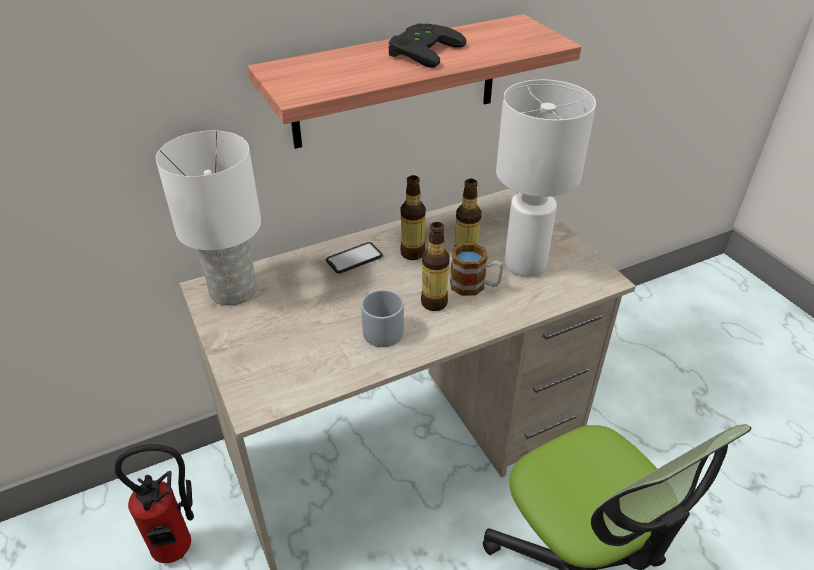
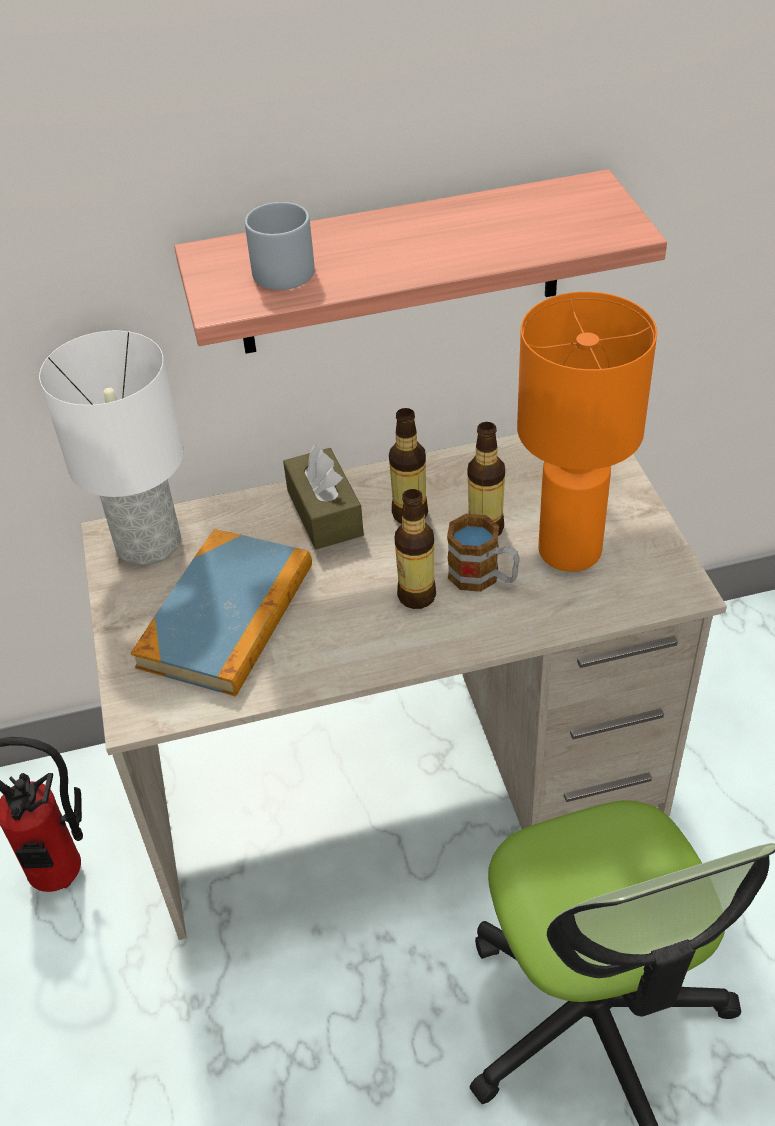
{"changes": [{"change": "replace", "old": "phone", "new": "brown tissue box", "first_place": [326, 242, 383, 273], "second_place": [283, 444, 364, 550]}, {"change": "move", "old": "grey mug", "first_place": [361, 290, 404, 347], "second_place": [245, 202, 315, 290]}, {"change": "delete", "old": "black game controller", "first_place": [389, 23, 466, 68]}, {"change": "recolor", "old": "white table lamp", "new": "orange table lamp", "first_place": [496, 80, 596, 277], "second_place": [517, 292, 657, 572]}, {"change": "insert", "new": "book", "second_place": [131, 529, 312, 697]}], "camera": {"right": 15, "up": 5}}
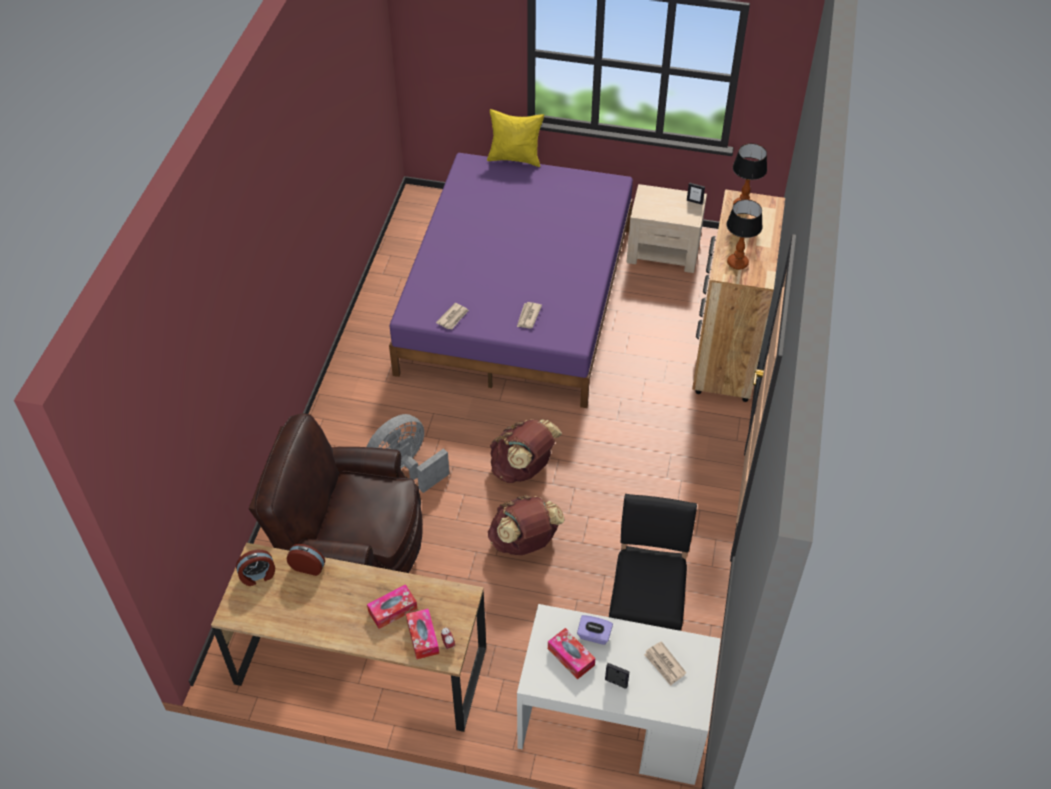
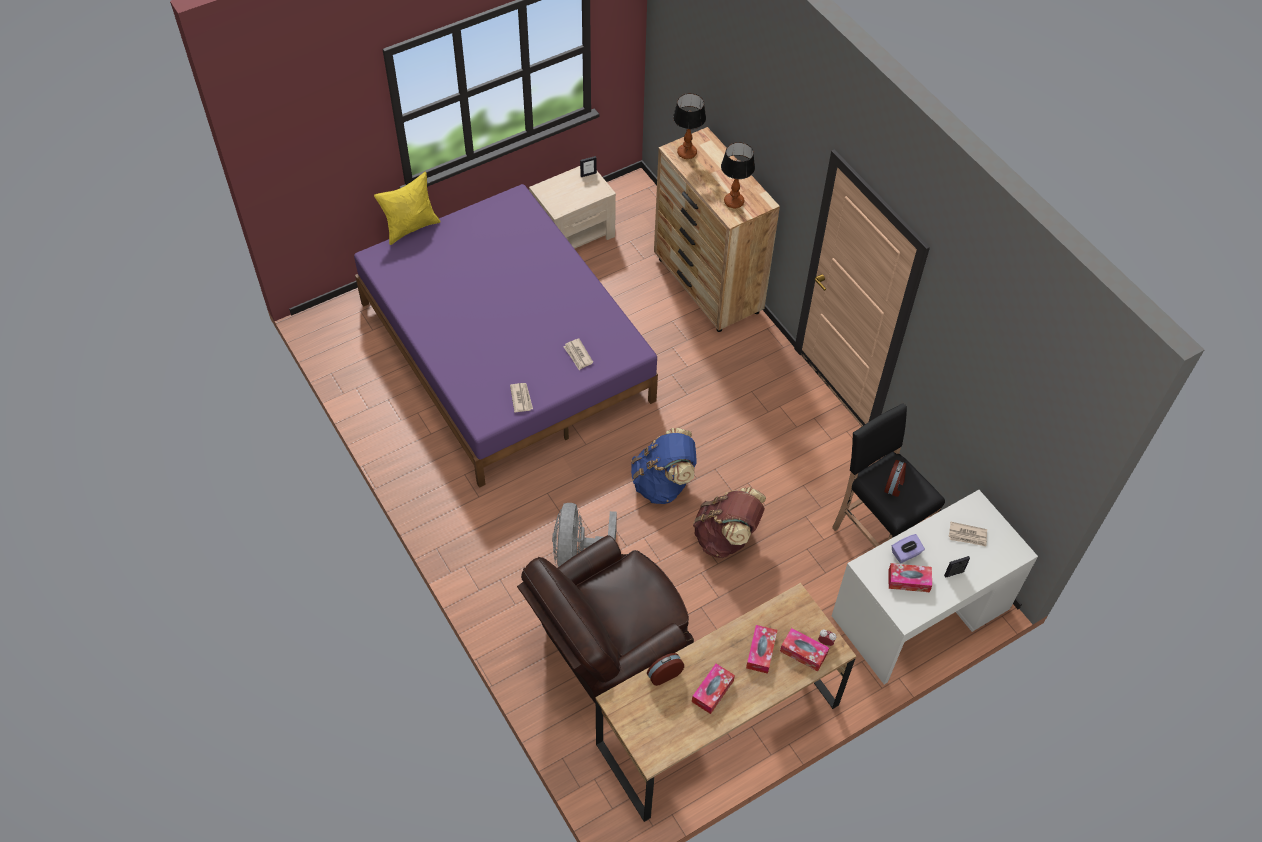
{"changes": [{"change": "move", "old": "alarm clock", "first_place": [236, 550, 275, 586], "second_place": [884, 460, 906, 497]}, {"change": "recolor", "old": "brown backpack", "new": "blue backpack", "first_place": [490, 419, 562, 483], "second_place": [631, 428, 697, 504]}, {"change": "insert", "new": "tissue box", "second_place": [692, 664, 735, 714]}], "camera": {"right": -45, "up": 5}}
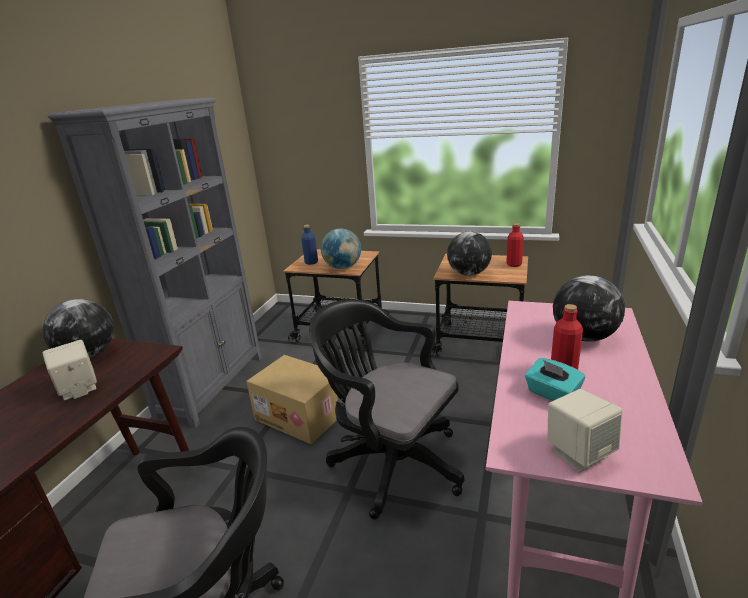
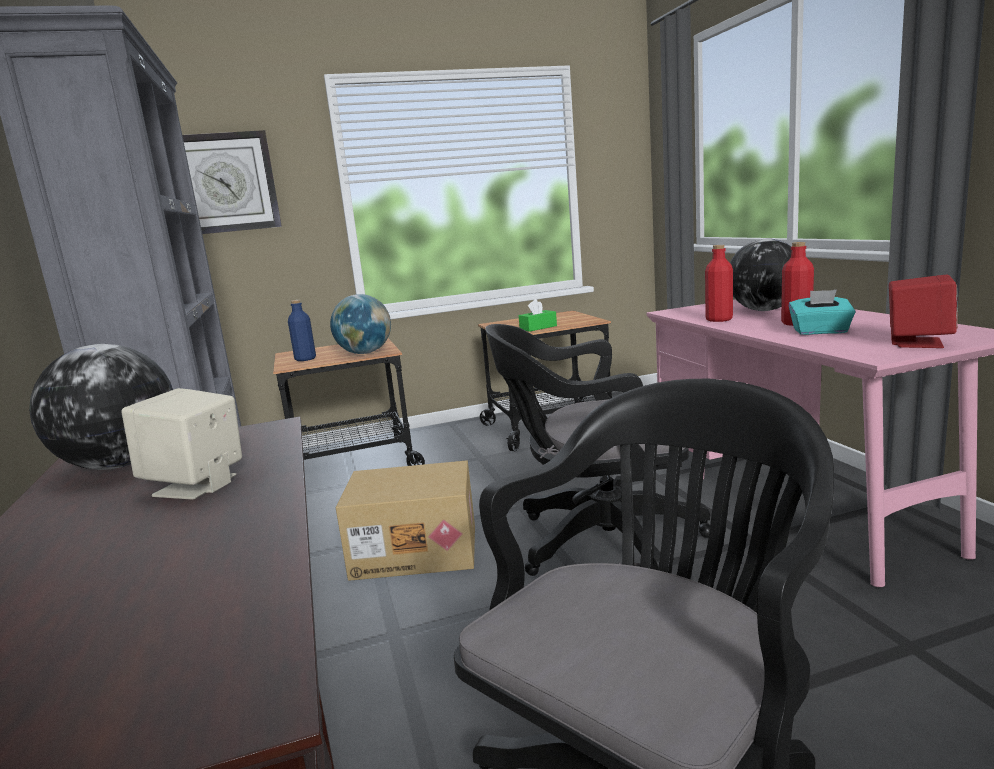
{"changes": [{"change": "replace", "old": "globe", "new": "green tissue box", "first_place": [447, 232, 492, 276], "second_place": [519, 299, 557, 332]}, {"change": "move", "old": "red bottle", "first_place": [506, 223, 524, 267], "second_place": [705, 245, 733, 322]}, {"change": "recolor", "old": "beige speaker", "new": "red speaker", "first_place": [547, 389, 623, 473], "second_place": [889, 275, 958, 348]}, {"change": "insert", "new": "wall clock", "second_place": [182, 130, 282, 234]}], "camera": {"right": -35, "up": -10}}
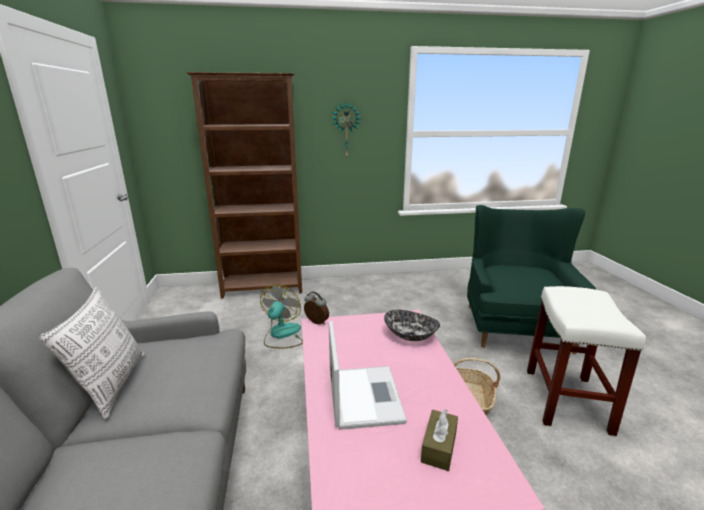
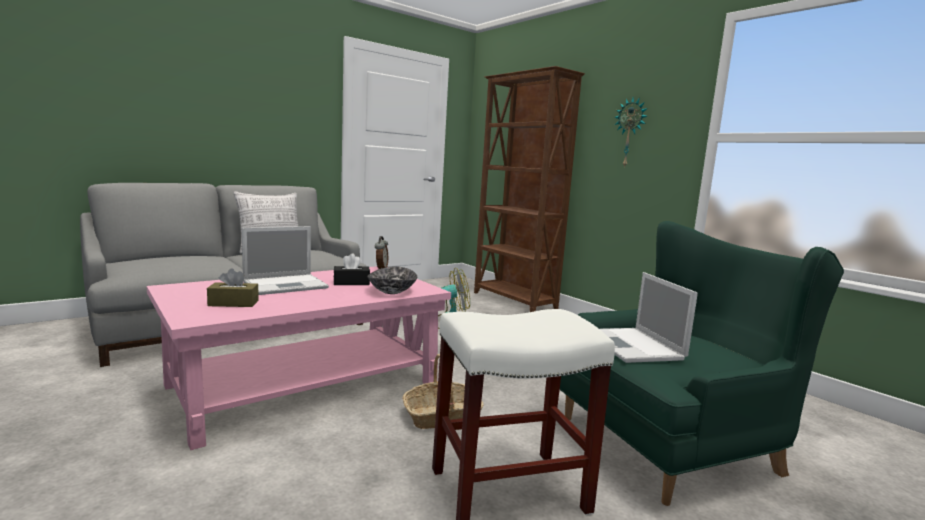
{"changes": [{"change": "insert", "new": "black tissue box", "second_place": [333, 253, 370, 285]}, {"change": "insert", "new": "laptop", "second_place": [600, 272, 698, 363]}], "camera": {"right": 60, "up": -10}}
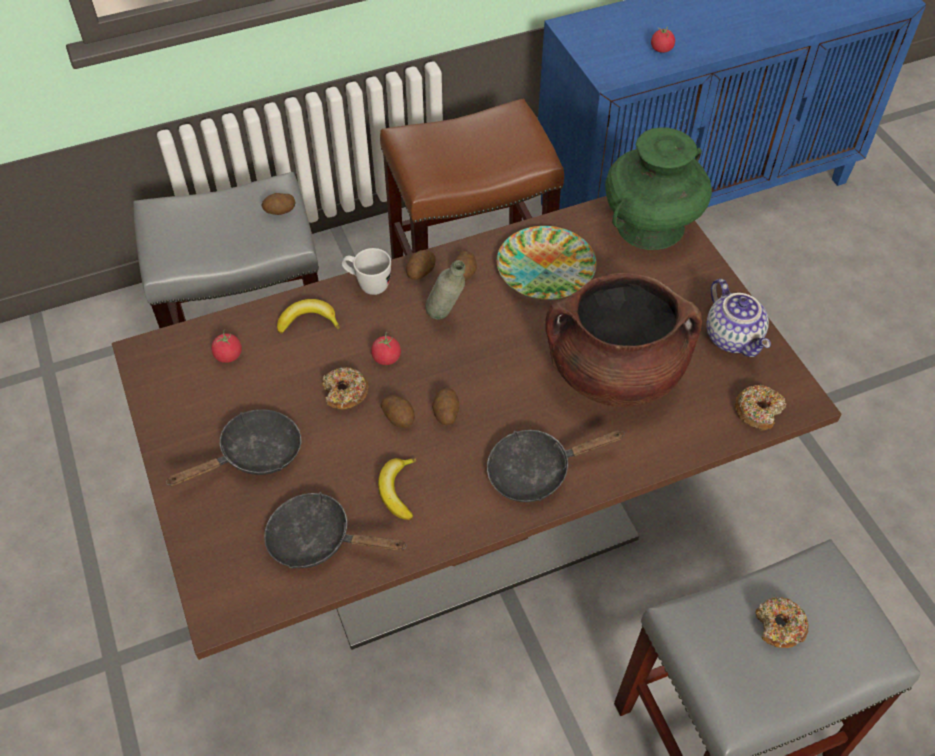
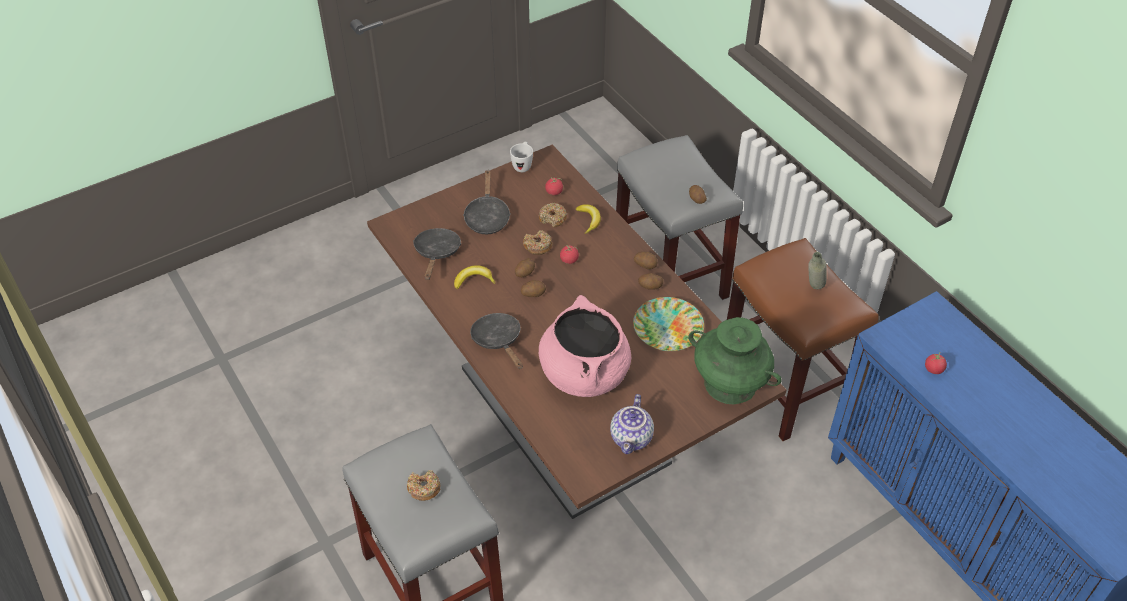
{"changes": [{"change": "rotate", "old": "black frying pan", "first_place": [166, 409, 301, 486], "second_place": [463, 170, 511, 234], "degrees": 45}, {"change": "move", "old": "white mug", "first_place": [342, 248, 391, 295], "second_place": [510, 142, 533, 172]}, {"change": "move", "old": "grey bottle", "first_place": [425, 260, 465, 319], "second_place": [808, 252, 827, 289]}, {"change": "recolor", "old": "brown cooking pot", "new": "pink cooking pot", "first_place": [545, 273, 702, 407], "second_place": [539, 295, 631, 397]}, {"change": "rotate", "old": "teapot", "first_place": [706, 279, 771, 357], "second_place": [610, 394, 654, 454], "degrees": -45}, {"change": "move", "old": "donut", "first_place": [735, 385, 786, 431], "second_place": [539, 203, 567, 227]}], "camera": {"right": 80, "up": -5}}
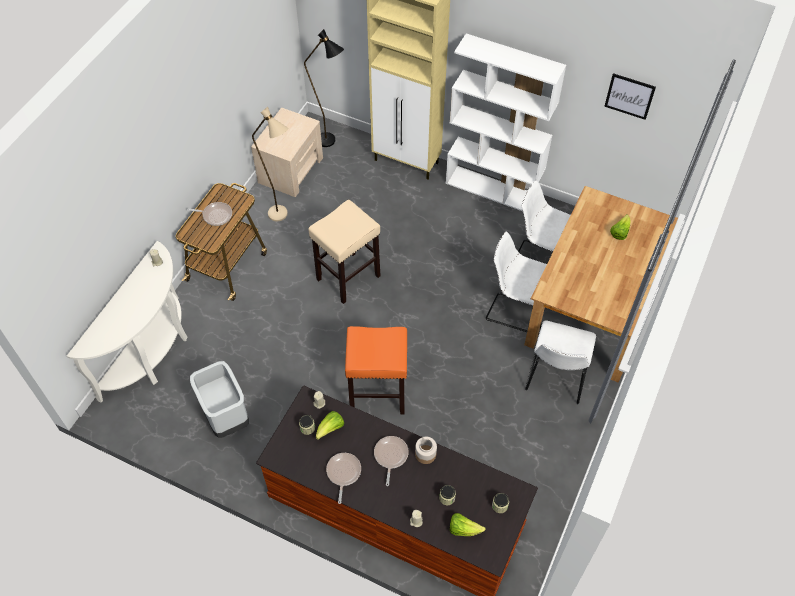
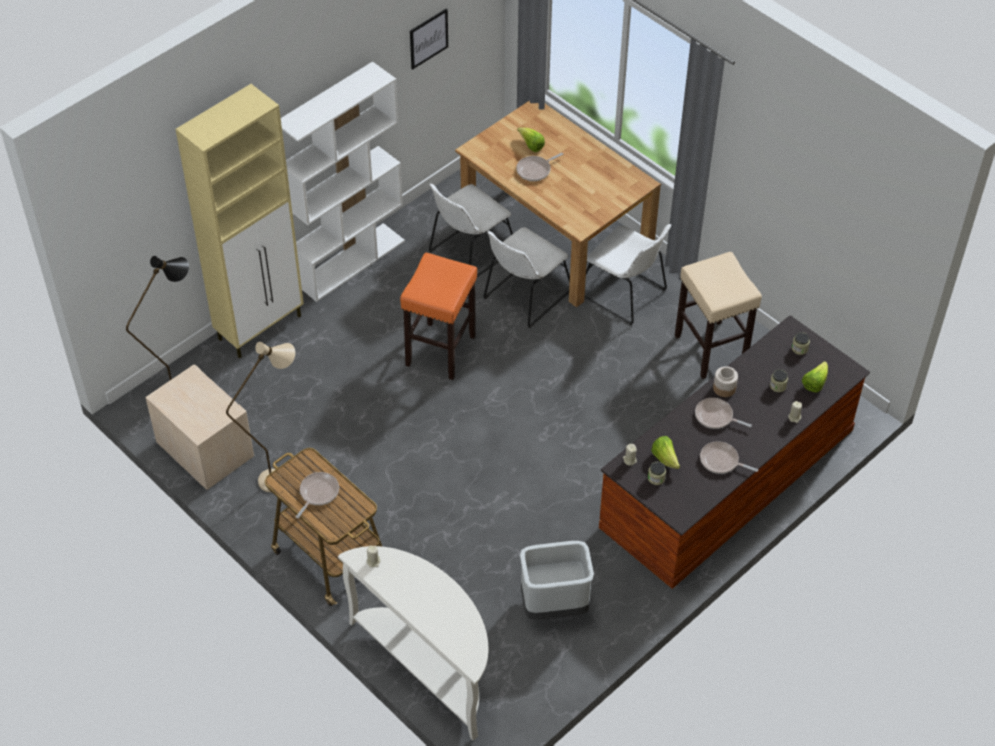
{"changes": [{"change": "move", "old": "beige stool", "first_place": [308, 200, 381, 304], "second_place": [675, 252, 762, 379]}, {"change": "move", "old": "orange stool", "first_place": [345, 326, 407, 415], "second_place": [400, 253, 477, 380]}, {"change": "insert", "new": "frying pan", "second_place": [516, 153, 563, 181]}], "camera": {"right": -70, "up": -5}}
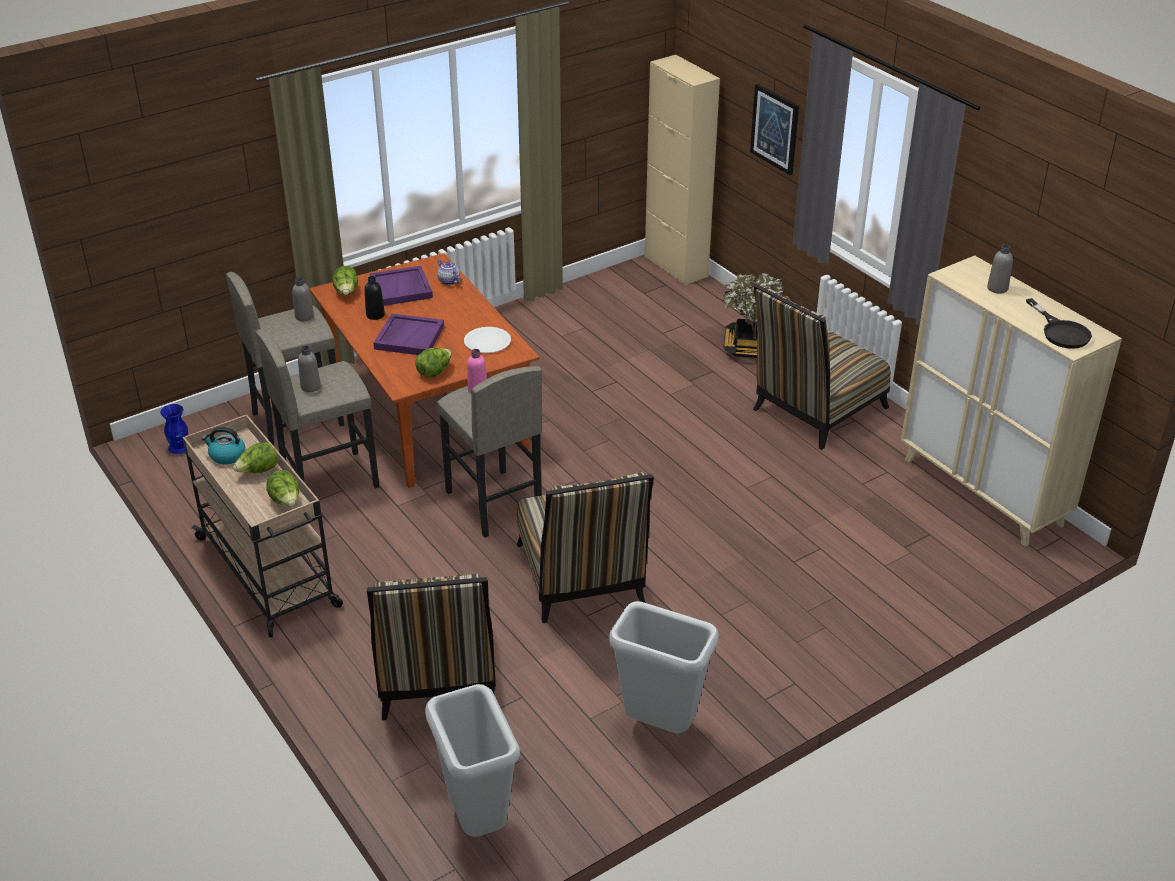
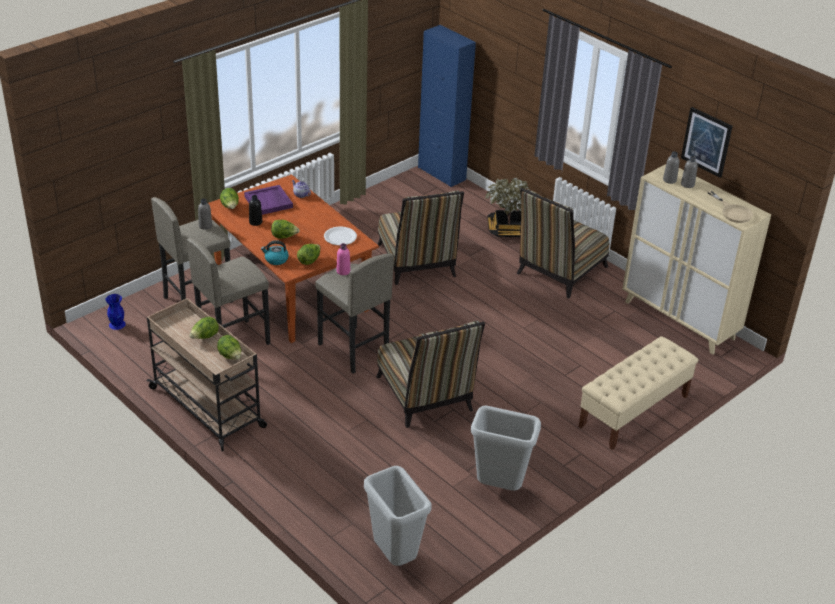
{"changes": [{"change": "move", "old": "kettle", "first_place": [202, 427, 245, 464], "second_place": [261, 240, 289, 265]}, {"change": "move", "old": "grey bottle", "first_place": [298, 346, 321, 392], "second_place": [663, 151, 679, 184]}, {"change": "move", "old": "chair", "first_place": [367, 574, 496, 720], "second_place": [377, 191, 464, 285]}, {"change": "replace", "old": "purple tray", "new": "lettuce", "first_place": [374, 314, 444, 355], "second_place": [271, 220, 300, 239]}, {"change": "recolor", "old": "beige cabinet", "new": "blue cabinet", "first_place": [645, 55, 720, 285], "second_place": [418, 25, 476, 187]}, {"change": "move", "old": "picture", "first_place": [750, 84, 799, 175], "second_place": [681, 107, 733, 178]}, {"change": "recolor", "old": "black frying pan", "new": "beige frying pan", "first_place": [1026, 298, 1092, 349], "second_place": [708, 191, 753, 223]}, {"change": "insert", "new": "beige bench", "second_place": [579, 336, 699, 450]}], "camera": {"right": -10, "up": 0}}
